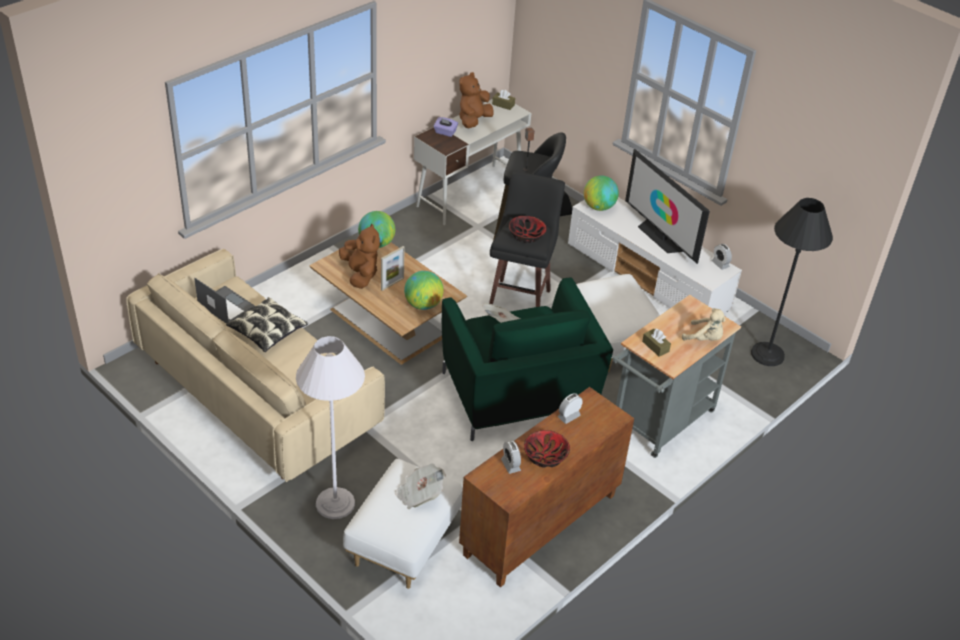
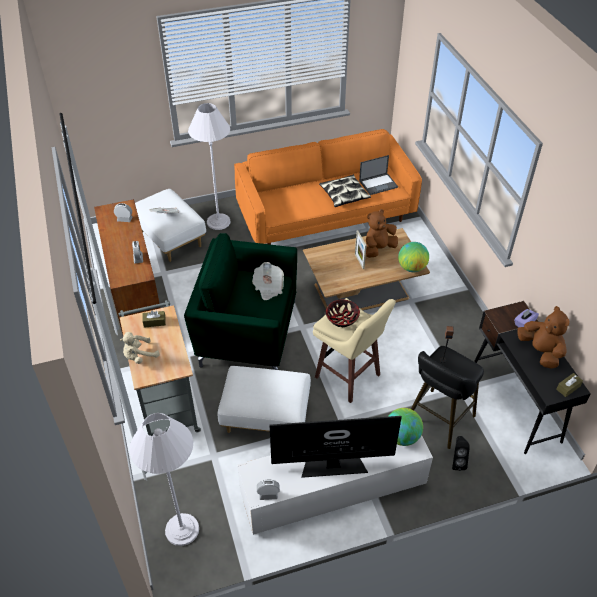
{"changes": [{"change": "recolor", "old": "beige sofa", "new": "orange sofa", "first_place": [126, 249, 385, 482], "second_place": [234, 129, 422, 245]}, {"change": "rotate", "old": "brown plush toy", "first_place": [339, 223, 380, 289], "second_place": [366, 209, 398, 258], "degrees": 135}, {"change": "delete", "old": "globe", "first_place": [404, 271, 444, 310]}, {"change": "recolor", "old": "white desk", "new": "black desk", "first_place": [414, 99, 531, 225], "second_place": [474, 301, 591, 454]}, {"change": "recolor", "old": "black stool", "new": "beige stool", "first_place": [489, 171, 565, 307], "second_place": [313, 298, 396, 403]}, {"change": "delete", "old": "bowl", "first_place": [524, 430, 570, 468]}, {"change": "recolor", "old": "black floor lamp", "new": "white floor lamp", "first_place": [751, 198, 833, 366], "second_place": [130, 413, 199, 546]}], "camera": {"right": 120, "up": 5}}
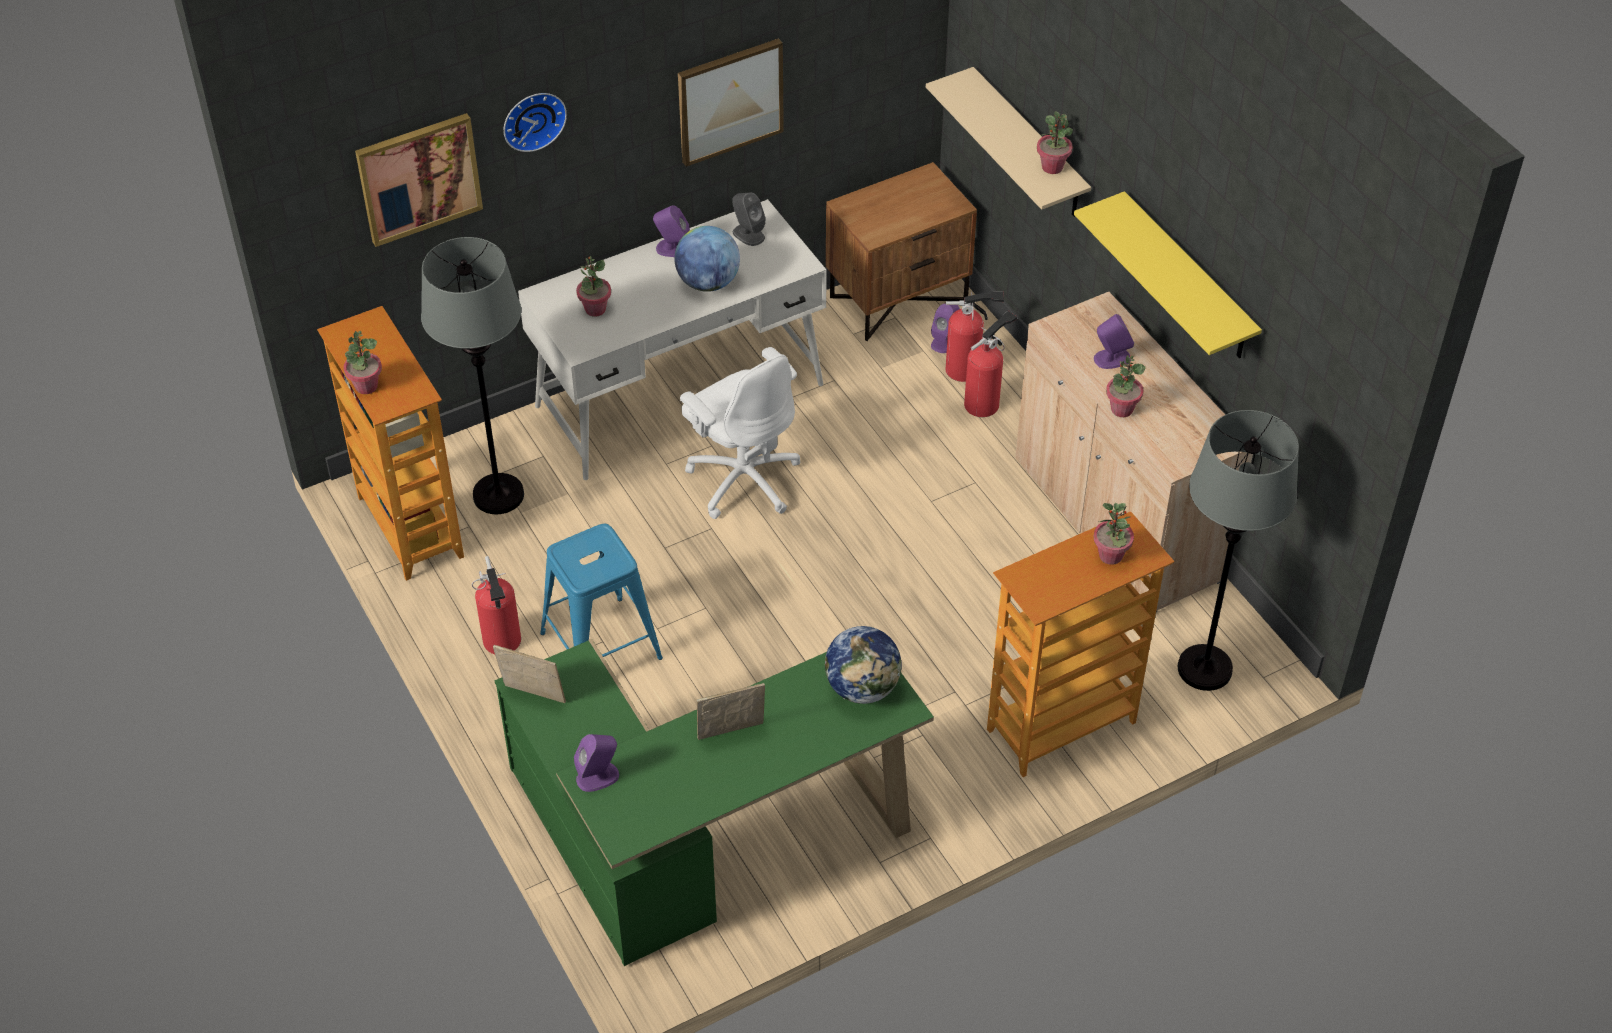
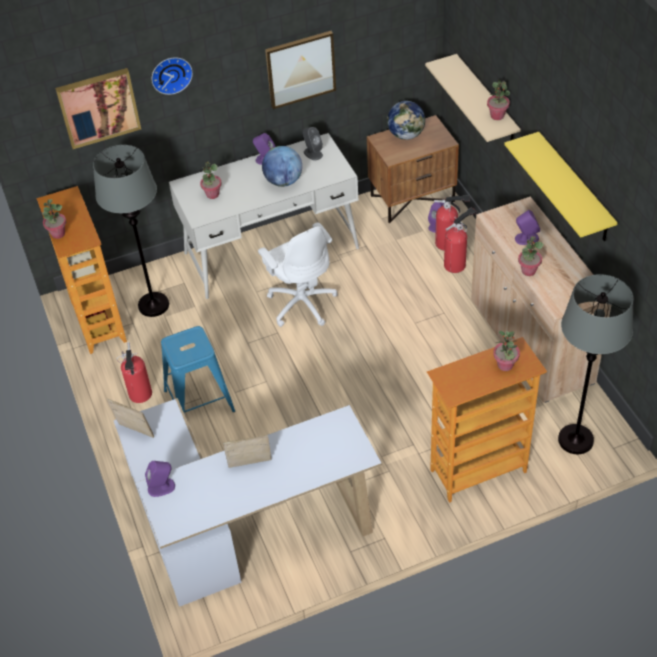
{"changes": [{"change": "recolor", "old": "green desk", "new": "white desk", "first_place": [495, 639, 934, 966], "second_place": [114, 398, 382, 607]}, {"change": "move", "old": "globe", "first_place": [825, 626, 901, 704], "second_place": [387, 101, 425, 140]}], "camera": {"right": 10, "up": 0}}
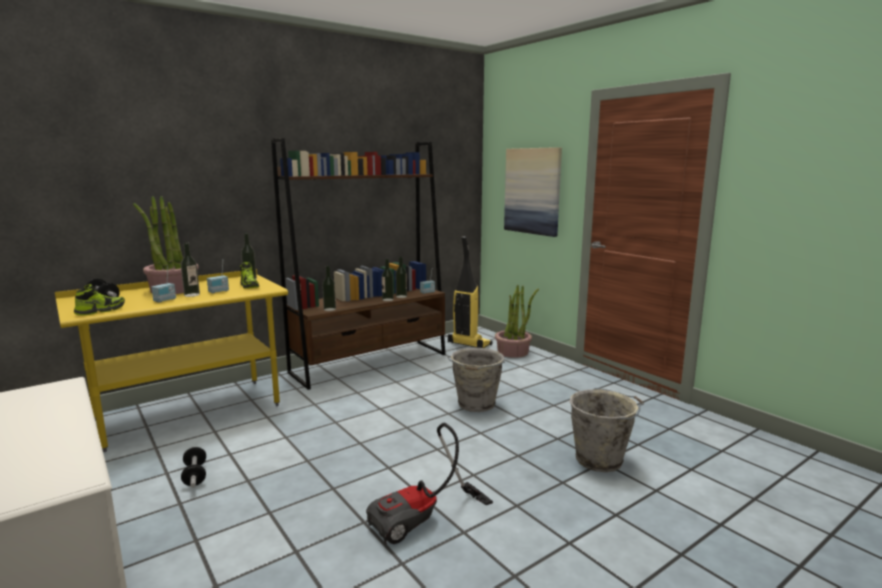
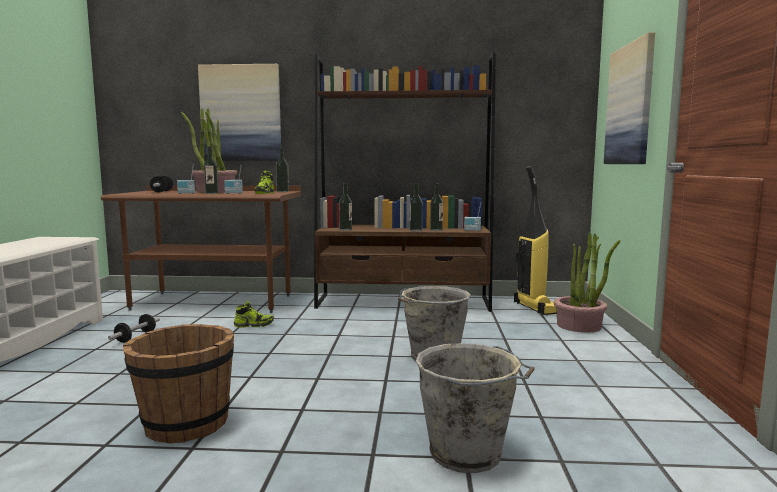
{"changes": [{"change": "recolor", "old": "yellow desk", "new": "brown desk", "first_place": [55, 269, 288, 452], "second_place": [101, 185, 301, 313]}, {"change": "move", "old": "shoe", "first_place": [74, 284, 125, 316], "second_place": [234, 301, 274, 328]}, {"change": "replace", "old": "vacuum cleaner", "new": "brown bucket", "first_place": [366, 423, 493, 544], "second_place": [123, 324, 234, 443]}, {"change": "insert", "new": "picture", "second_place": [198, 64, 281, 160]}], "camera": {"right": 40, "up": -5}}
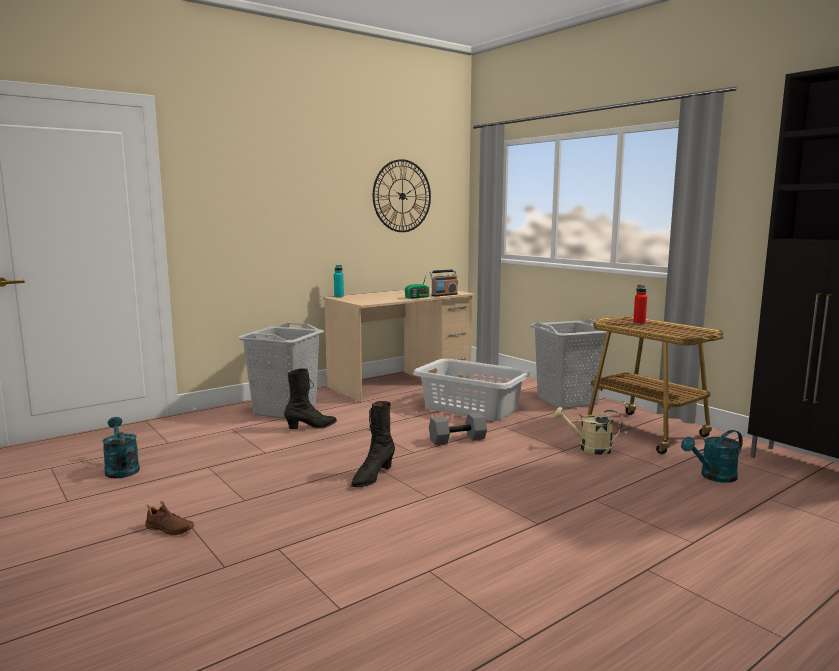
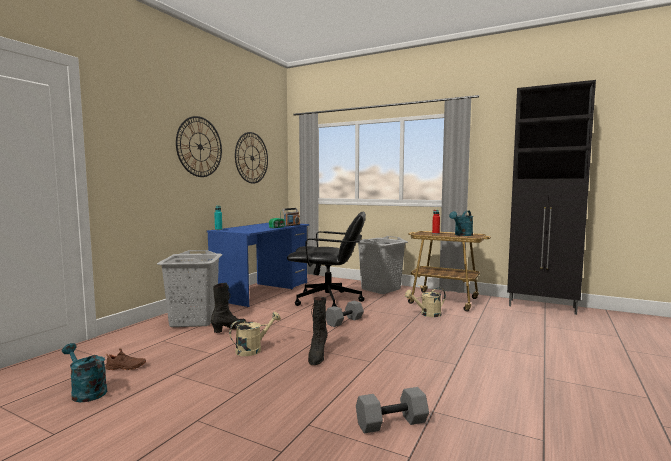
{"changes": [{"change": "move", "old": "brown shoe", "first_place": [145, 501, 194, 536], "second_place": [105, 348, 146, 370]}, {"change": "recolor", "old": "beige desk", "new": "blue desk", "first_place": [323, 287, 475, 403], "second_place": [207, 223, 309, 307]}, {"change": "replace", "old": "grey laundry basket", "new": "black office chair", "first_place": [413, 359, 531, 421], "second_place": [287, 212, 366, 307]}, {"change": "move", "old": "turquoise watering can", "first_place": [681, 430, 743, 483], "second_place": [449, 210, 473, 236]}, {"change": "insert", "new": "wall clock", "second_place": [176, 116, 222, 177]}, {"change": "insert", "new": "beige watering can", "second_place": [229, 312, 281, 356]}, {"change": "insert", "new": "grey dumbbell", "second_place": [356, 387, 429, 434]}], "camera": {"right": -25, "up": -5}}
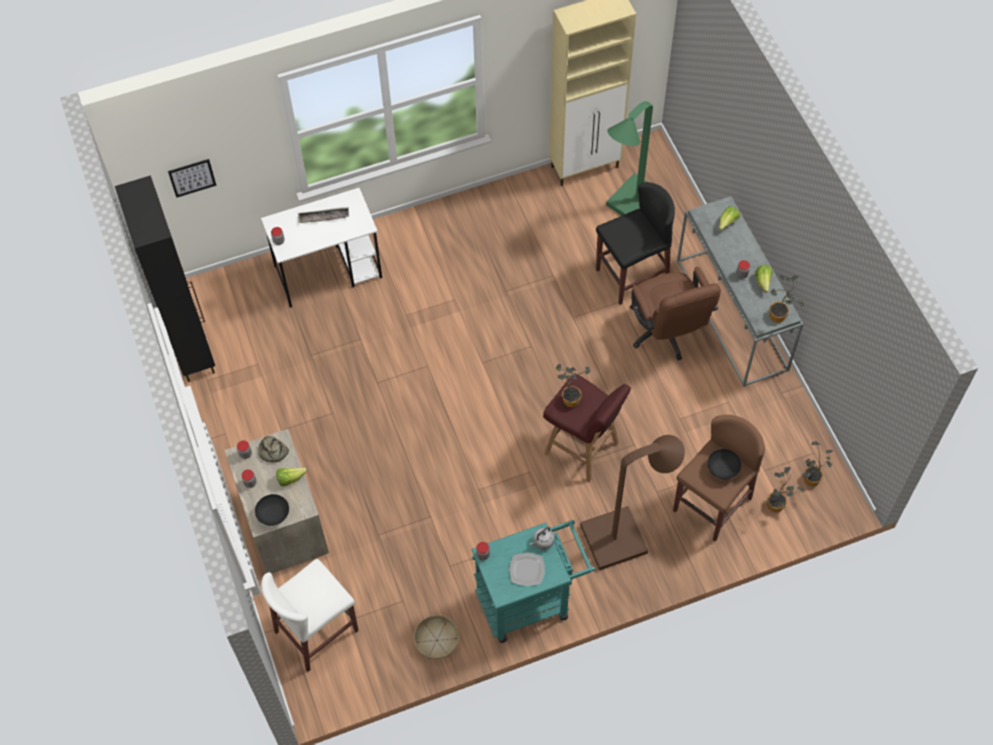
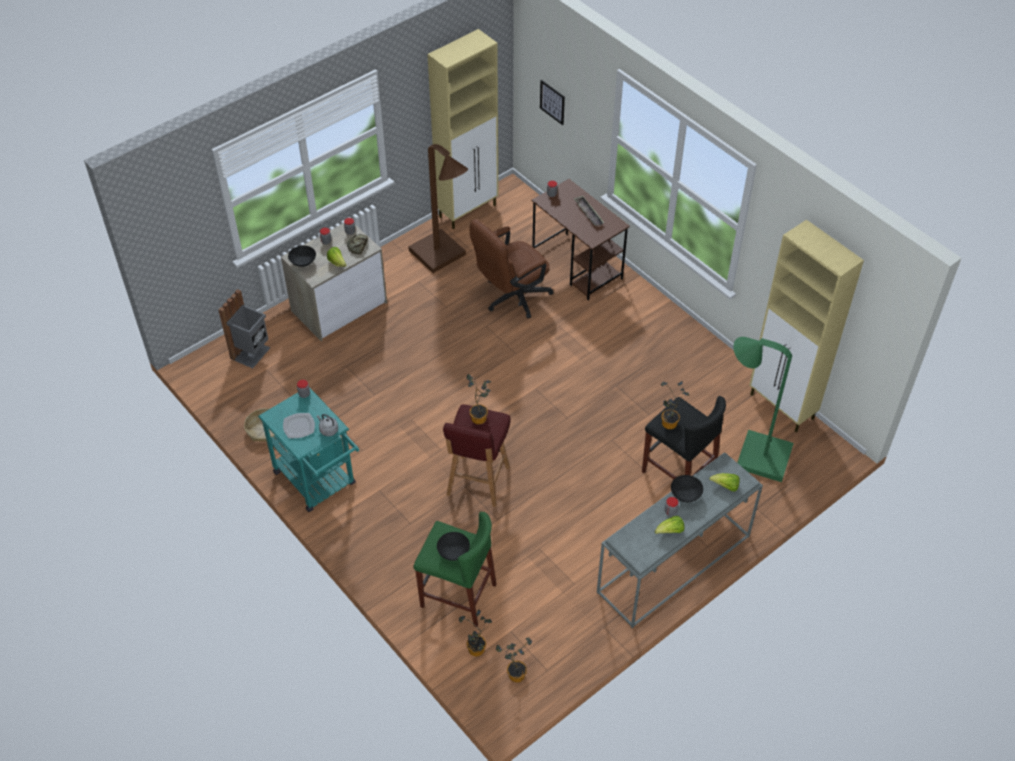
{"changes": [{"change": "recolor", "old": "black cabinet", "new": "beige cabinet", "first_place": [115, 175, 215, 382], "second_place": [427, 29, 498, 229]}, {"change": "recolor", "old": "white desk", "new": "brown desk", "first_place": [261, 188, 382, 307], "second_place": [532, 179, 630, 301]}, {"change": "replace", "old": "white stool", "new": "grey trash can", "first_place": [261, 559, 359, 672], "second_place": [218, 289, 271, 368]}, {"change": "move", "old": "brown floor lamp", "first_place": [580, 435, 685, 570], "second_place": [408, 144, 468, 273]}, {"change": "move", "old": "brown office chair", "first_place": [630, 267, 721, 360], "second_place": [469, 219, 553, 319]}, {"change": "recolor", "old": "brown stool", "new": "green stool", "first_place": [673, 415, 765, 541], "second_place": [413, 512, 496, 627]}, {"change": "move", "old": "potted plant", "first_place": [769, 275, 804, 323], "second_place": [661, 381, 689, 429]}, {"change": "insert", "new": "black bowl", "second_place": [671, 475, 703, 502]}], "camera": {"right": 70, "up": -10}}
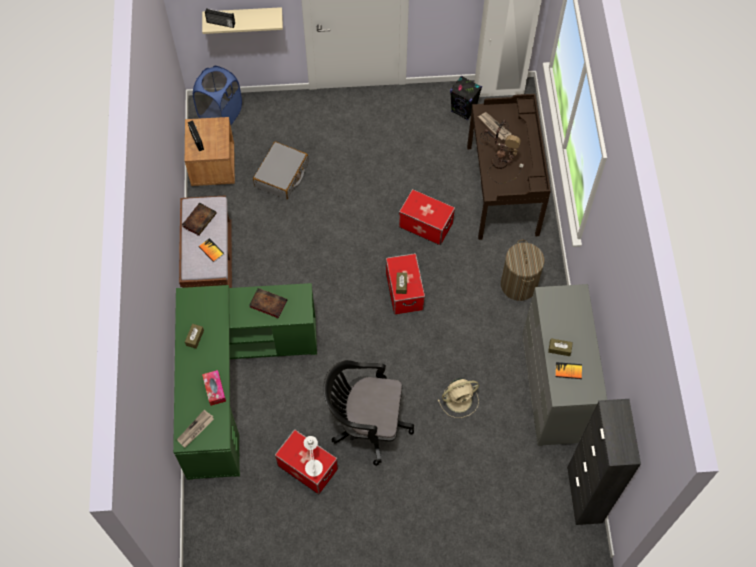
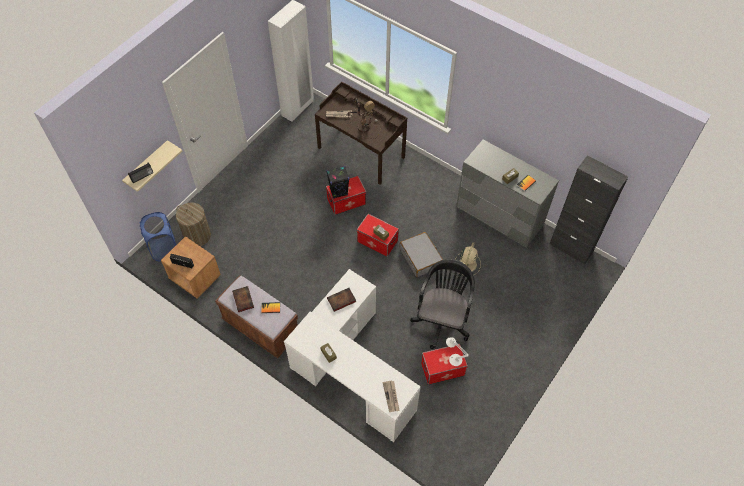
{"changes": [{"change": "recolor", "old": "green desk", "new": "white desk", "first_place": [173, 283, 317, 480], "second_place": [284, 269, 421, 442]}, {"change": "delete", "old": "tissue box", "first_place": [202, 370, 226, 406]}, {"change": "move", "old": "grey suitcase", "first_place": [253, 142, 309, 199], "second_place": [400, 232, 443, 277]}, {"change": "rotate", "old": "black office chair", "first_place": [323, 360, 414, 466], "second_place": [410, 259, 475, 349], "degrees": 150}, {"change": "move", "old": "black speaker", "first_place": [450, 76, 482, 121], "second_place": [326, 166, 349, 199]}, {"change": "move", "old": "laundry basket", "first_place": [501, 240, 545, 301], "second_place": [176, 202, 211, 246]}], "camera": {"right": -50, "up": -5}}
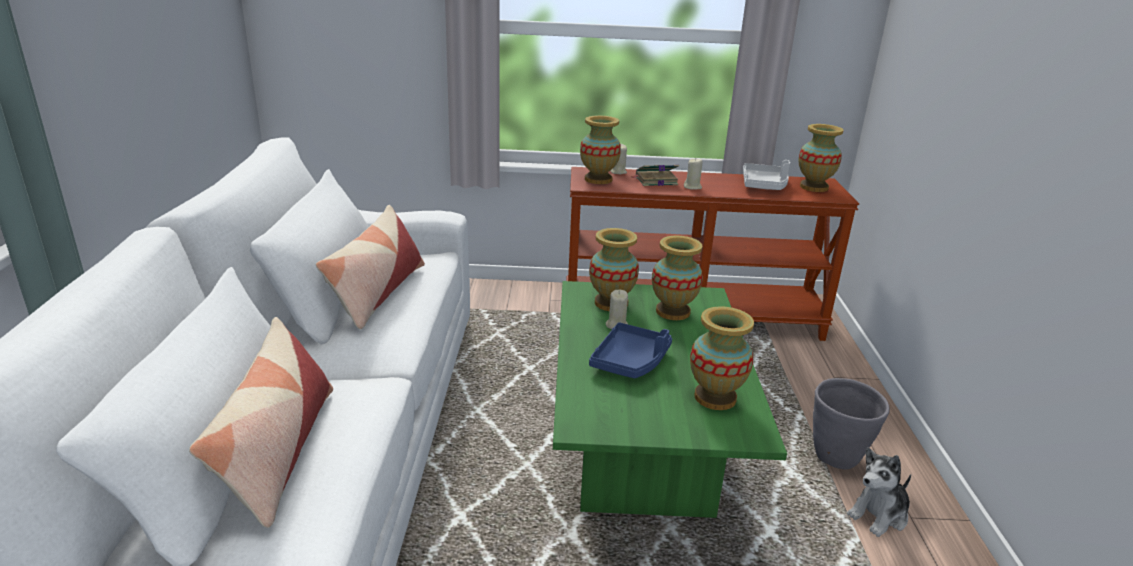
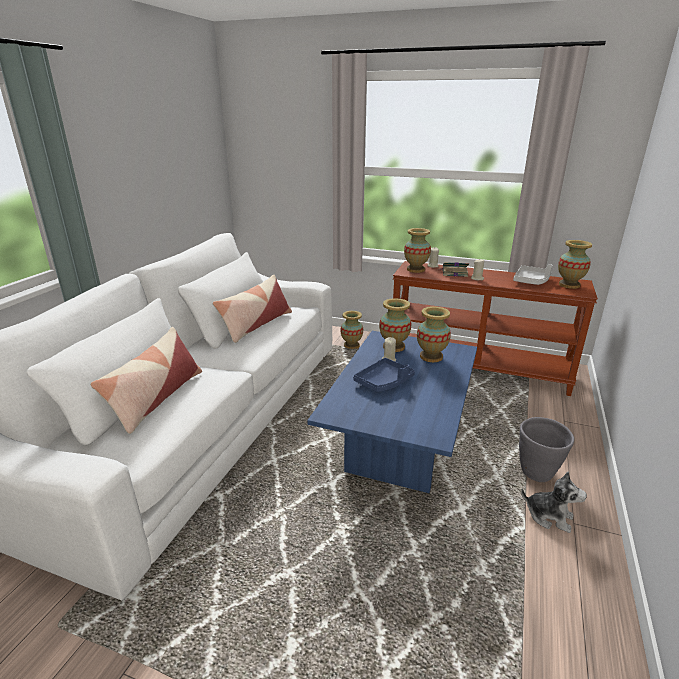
{"changes": [{"change": "recolor", "old": "green coffee table", "new": "blue coffee table", "first_place": [553, 281, 787, 518], "second_place": [307, 331, 477, 493]}, {"change": "move", "old": "vase", "first_place": [690, 306, 754, 410], "second_place": [340, 311, 363, 349]}, {"change": "rotate", "old": "plush toy", "first_place": [847, 447, 911, 537], "second_place": [521, 471, 587, 533], "degrees": -135}], "camera": {"right": 20, "up": 0}}
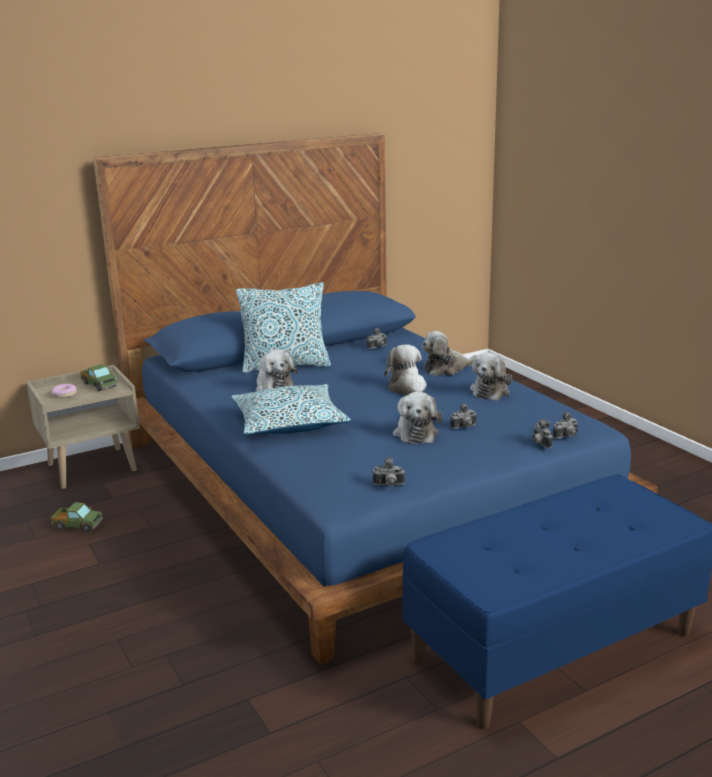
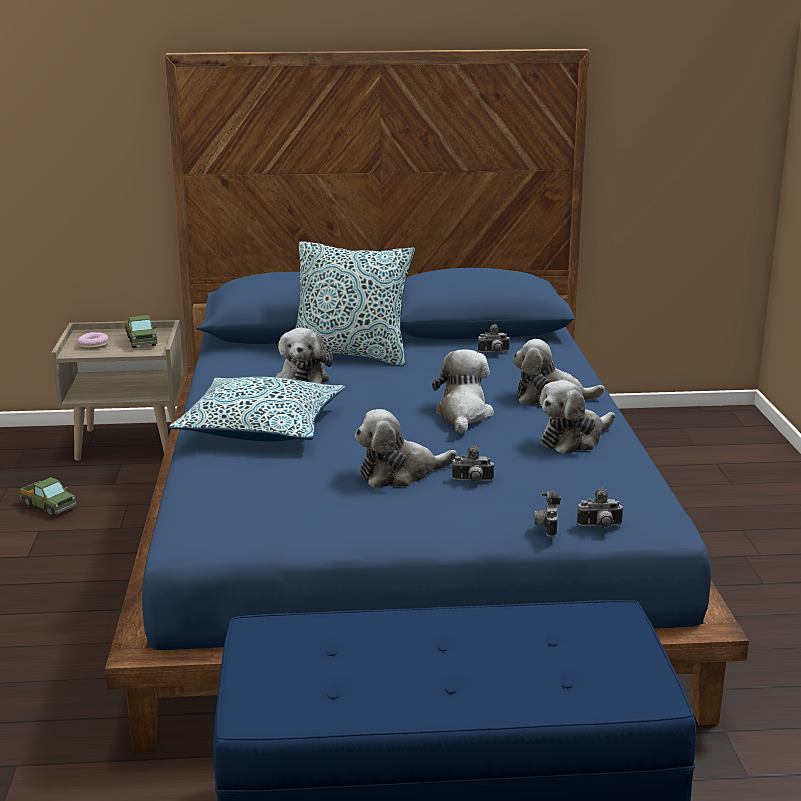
{"changes": [{"change": "delete", "old": "photo camera", "first_place": [372, 458, 405, 486]}, {"change": "rotate", "old": "plush toy", "first_place": [393, 392, 442, 444], "second_place": [355, 409, 457, 488], "degrees": 45}], "camera": {"right": 25, "up": 0}}
